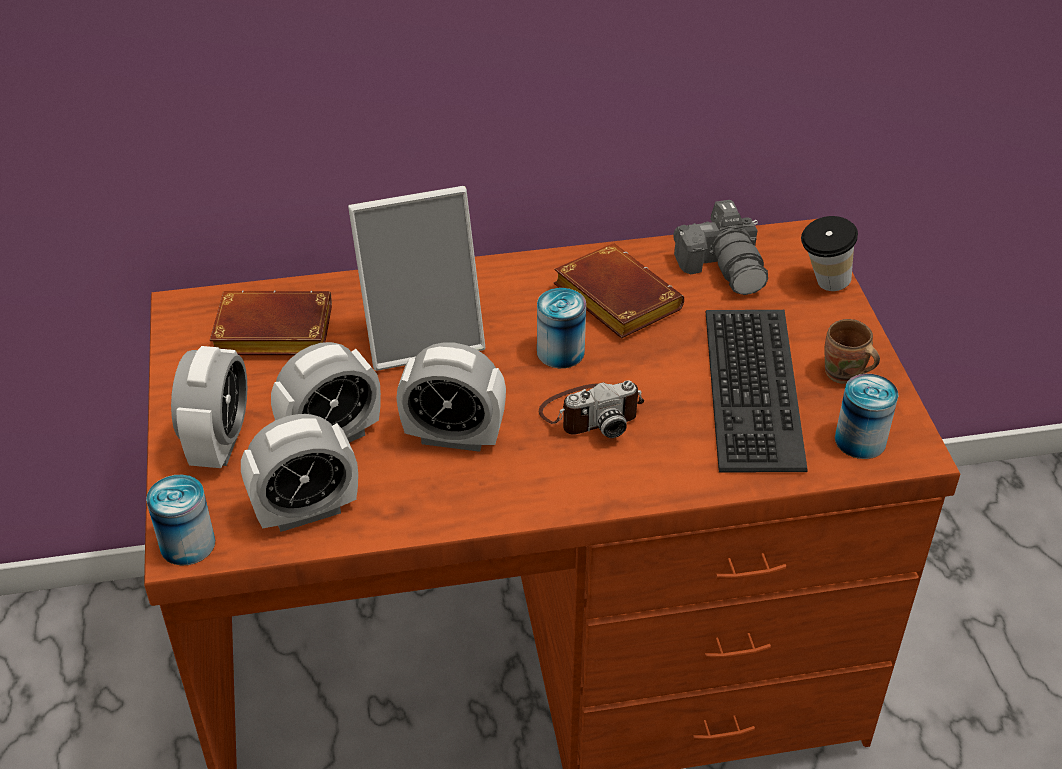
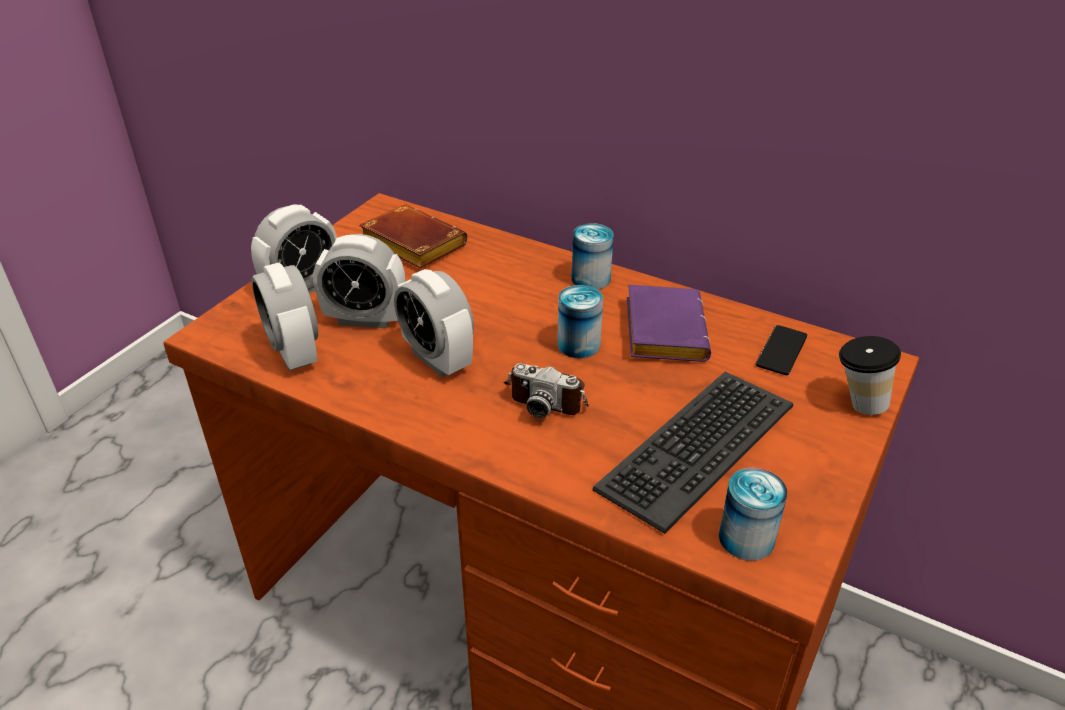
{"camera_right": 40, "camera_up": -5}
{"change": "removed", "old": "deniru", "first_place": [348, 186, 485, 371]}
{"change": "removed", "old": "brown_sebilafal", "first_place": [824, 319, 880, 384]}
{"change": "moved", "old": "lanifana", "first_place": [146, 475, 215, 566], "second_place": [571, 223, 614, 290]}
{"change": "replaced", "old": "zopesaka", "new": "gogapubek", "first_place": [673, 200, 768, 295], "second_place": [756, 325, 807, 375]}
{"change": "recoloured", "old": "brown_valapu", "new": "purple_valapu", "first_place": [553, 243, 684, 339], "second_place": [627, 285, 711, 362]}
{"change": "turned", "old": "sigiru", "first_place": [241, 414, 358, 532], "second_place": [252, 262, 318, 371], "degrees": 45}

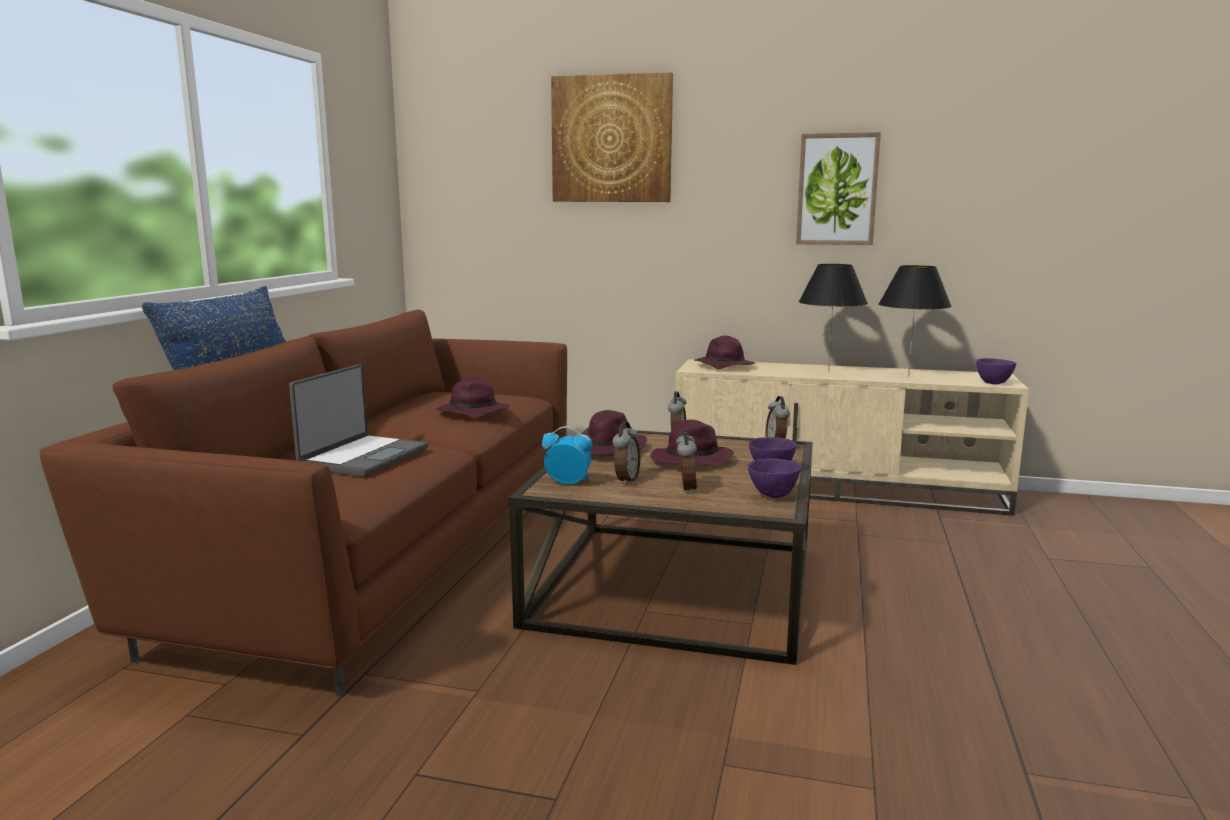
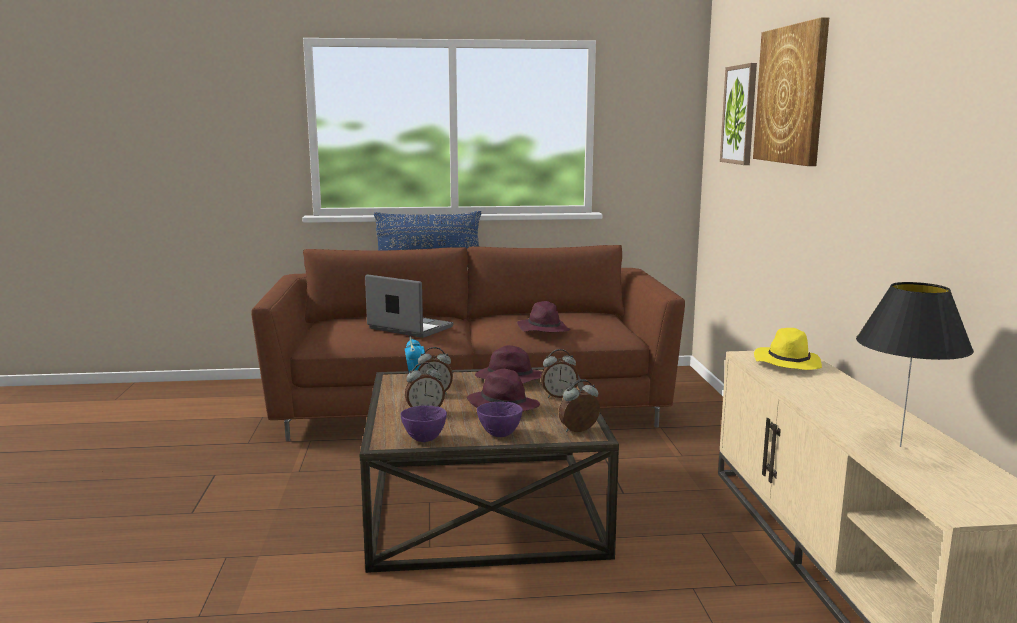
{"camera_right": 70, "camera_up": 0}
{"change": "removed", "old": "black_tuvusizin", "first_place": [799, 264, 868, 372]}
{"change": "removed", "old": "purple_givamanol", "first_place": [976, 358, 1017, 384]}
{"change": "moved", "old": "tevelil", "first_place": [796, 132, 881, 245], "second_place": [720, 63, 757, 165]}
{"change": "recoloured", "old": "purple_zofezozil", "new": "yellow_zofezozil", "first_place": [694, 336, 756, 369], "second_place": [754, 328, 822, 370]}
{"change": "turned", "old": "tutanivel", "first_place": [289, 364, 428, 477], "second_place": [365, 274, 453, 338], "degrees": -150}

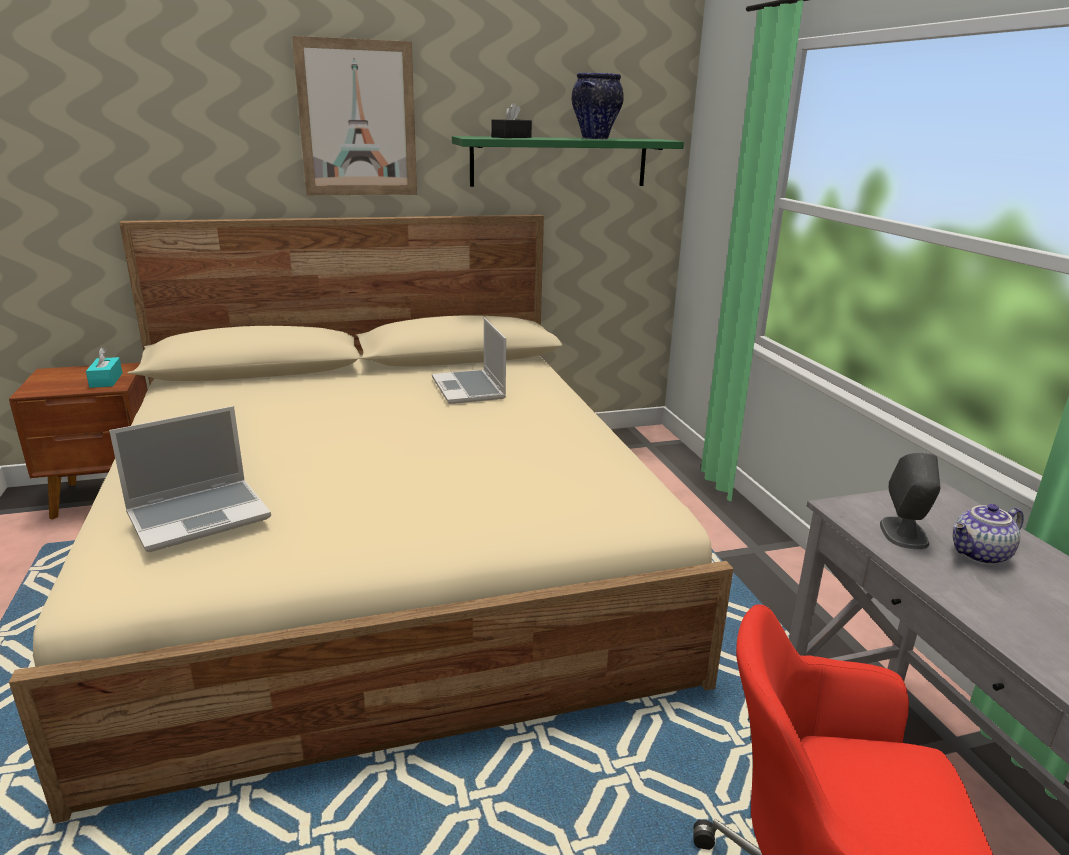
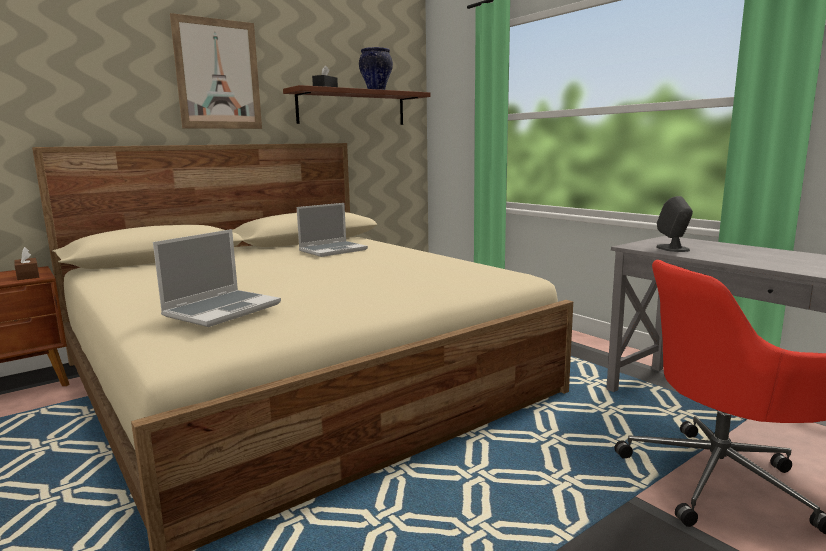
{"camera_right": -20, "camera_up": -10}
{"change": "removed", "old": "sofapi", "first_place": [953, 504, 1024, 565]}
{"change": "recoloured", "old": "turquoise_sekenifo", "new": "brown_sekenifo", "first_place": [86, 347, 122, 388], "second_place": [14, 247, 39, 280]}
{"change": "recoloured", "old": "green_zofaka", "new": "brown_zofaka", "first_place": [452, 136, 684, 187], "second_place": [283, 85, 430, 125]}
{"change": "turned", "old": "tutanivel", "first_place": [432, 318, 506, 404], "second_place": [297, 203, 368, 257], "degrees": -90}

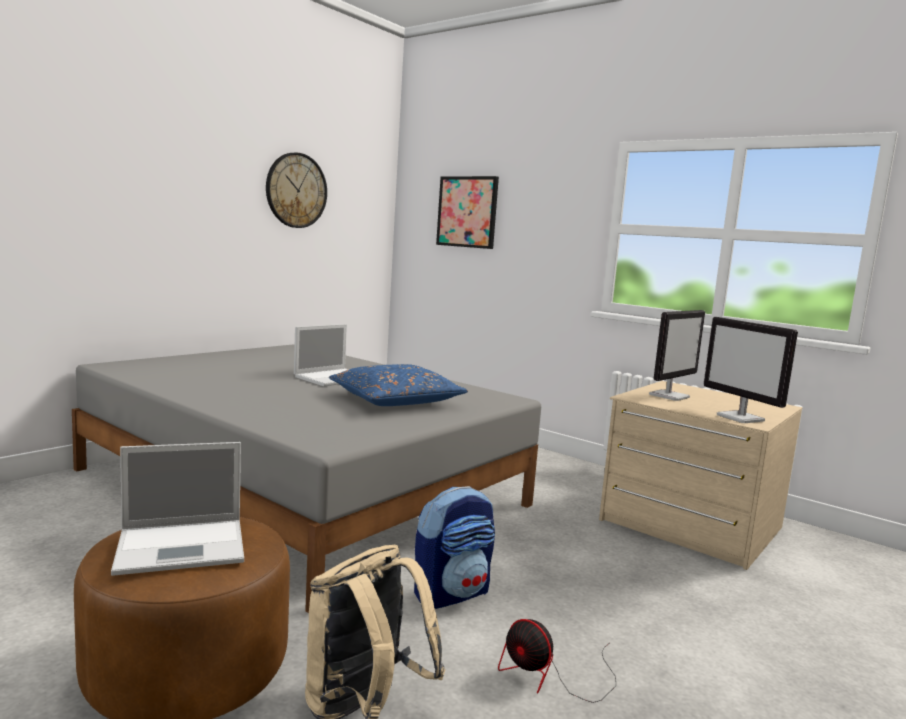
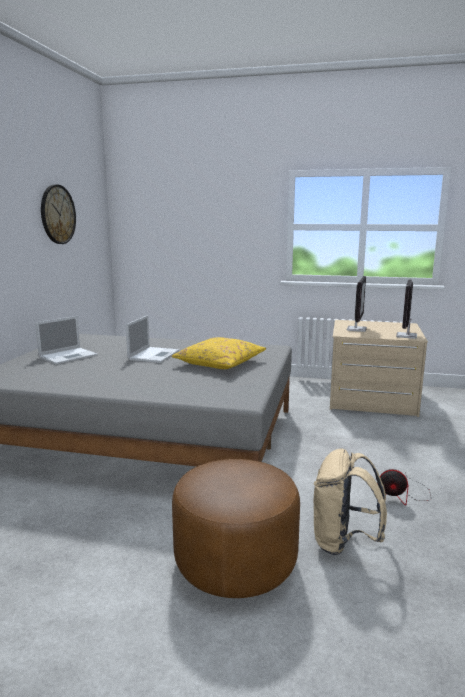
{"camera_right": -25, "camera_up": 5}
{"change": "removed", "old": "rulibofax", "first_place": [414, 486, 495, 609]}
{"change": "removed", "old": "tevelil", "first_place": [436, 176, 499, 249]}
{"change": "moved", "old": "tutanivel", "first_place": [111, 442, 244, 576], "second_place": [35, 316, 98, 365]}
{"change": "recoloured", "old": "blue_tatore", "new": "yellow_tatore", "first_place": [329, 364, 468, 406], "second_place": [172, 337, 266, 369]}
{"change": "turned", "old": "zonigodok", "first_place": [704, 317, 798, 423], "second_place": [396, 279, 417, 339], "degrees": 75}

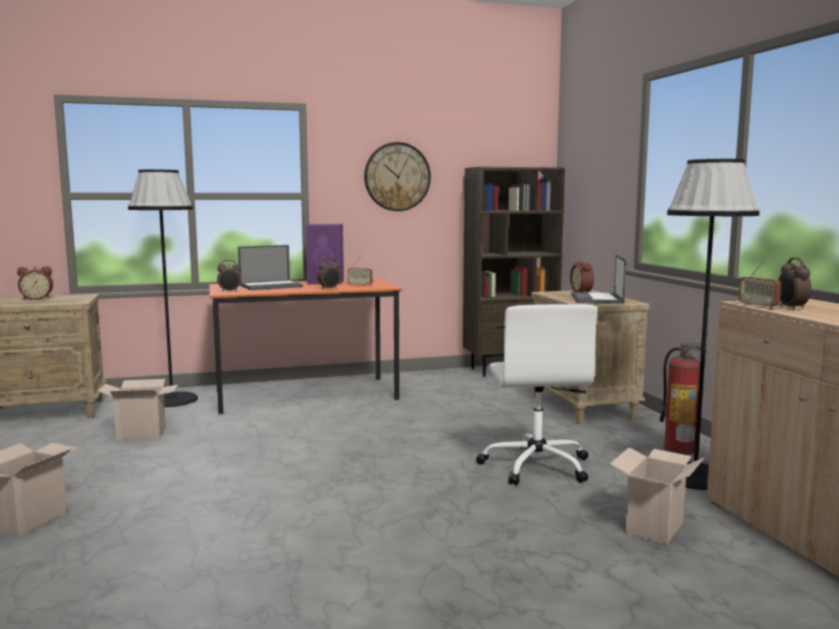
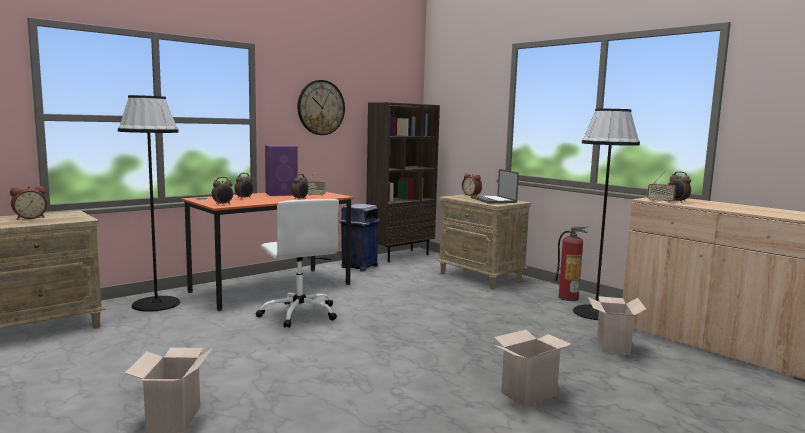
{"camera_right": -25, "camera_up": 0}
{"change": "added", "new": "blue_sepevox", "second_place": [339, 203, 380, 271]}
{"change": "moved", "old": "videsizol", "first_place": [98, 379, 178, 440], "second_place": [493, 329, 571, 407]}
{"change": "moved", "old": "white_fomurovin", "first_place": [476, 304, 597, 485], "second_place": [256, 198, 339, 328]}
{"change": "replaced", "old": "tutanivel", "new": "sigiru", "first_place": [238, 245, 303, 290], "second_place": [234, 173, 253, 198]}

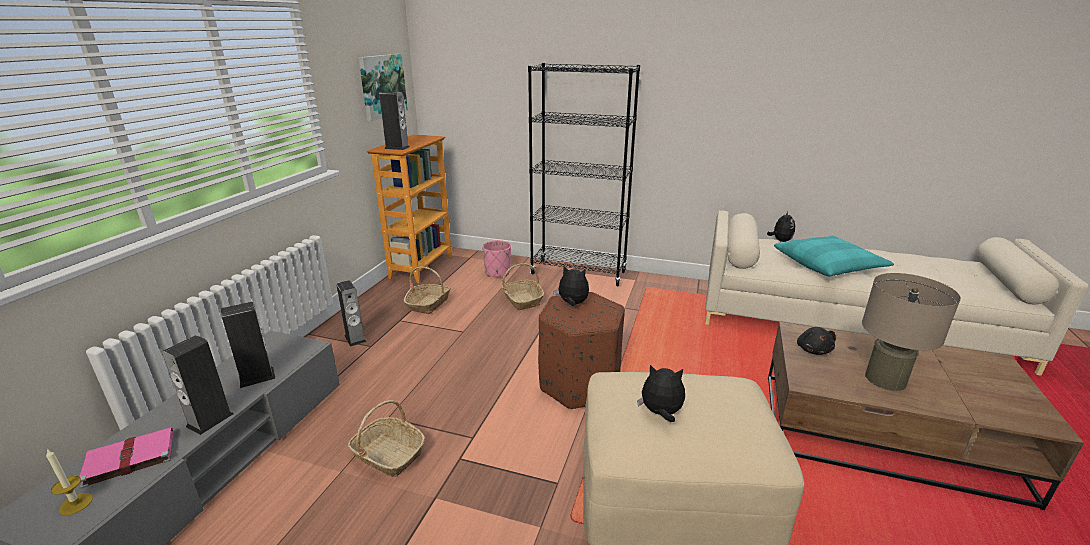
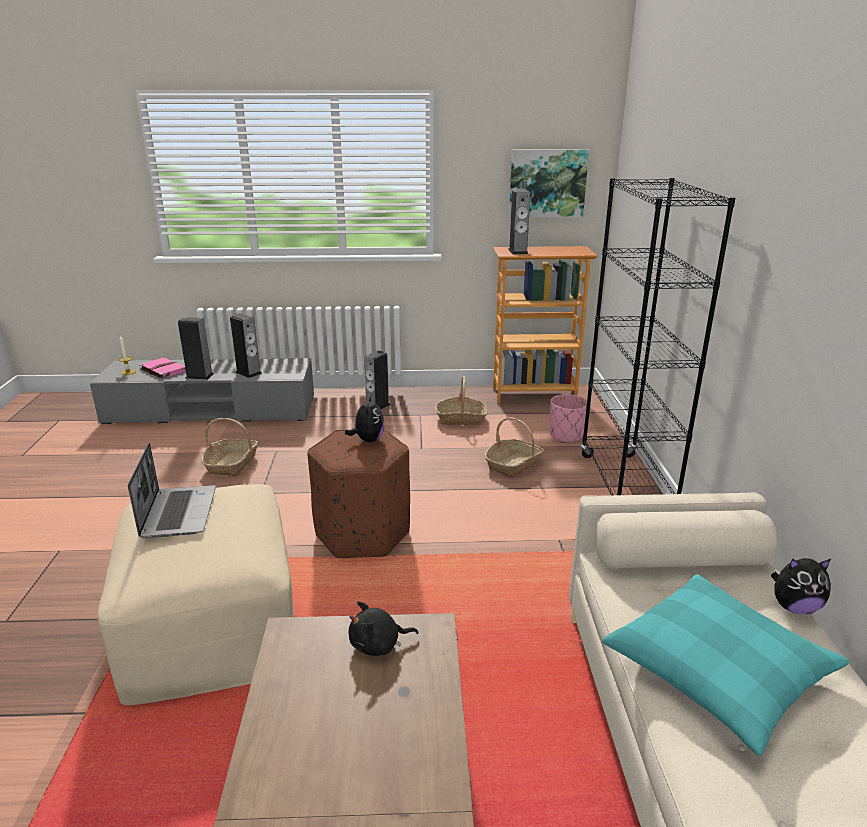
{"camera_right": 70, "camera_up": 0}
{"change": "removed", "old": "beige_tuvusizin", "first_place": [862, 273, 961, 391]}
{"change": "replaced", "old": "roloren", "new": "tutanivel", "first_place": [637, 365, 685, 422], "second_place": [128, 443, 216, 538]}

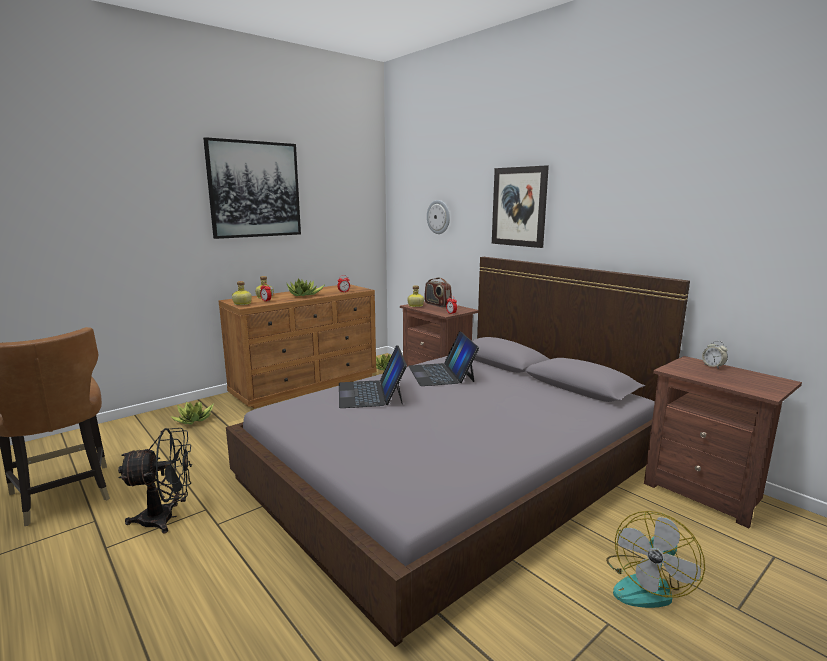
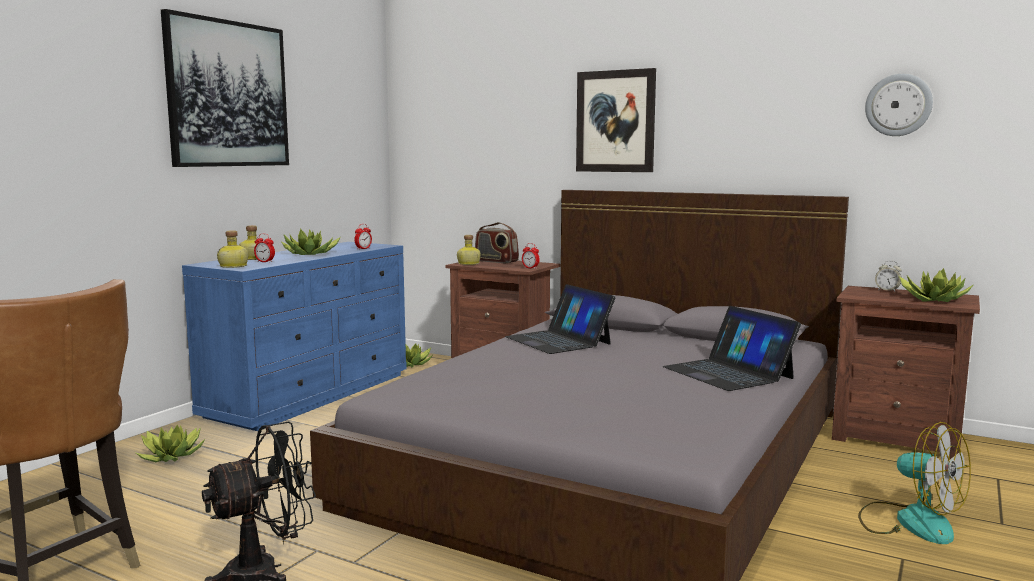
{"camera_right": -20, "camera_up": -5}
{"change": "added", "new": "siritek", "second_place": [899, 268, 974, 302]}
{"change": "moved", "old": "tutanivel", "first_place": [339, 345, 407, 408], "second_place": [663, 306, 801, 391]}
{"change": "moved", "old": "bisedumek", "first_place": [427, 200, 450, 234], "second_place": [865, 74, 933, 136]}
{"change": "recoloured", "old": "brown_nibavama", "new": "blue_nibavama", "first_place": [219, 284, 377, 408], "second_place": [182, 242, 407, 431]}
{"change": "turned", "old": "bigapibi", "first_place": [606, 511, 705, 608], "second_place": [858, 422, 971, 544], "degrees": -60}

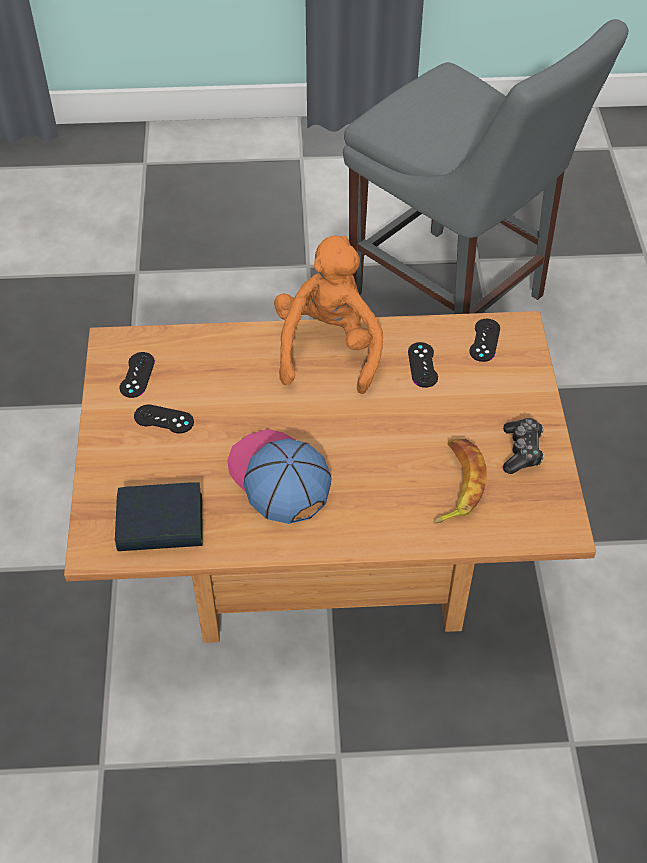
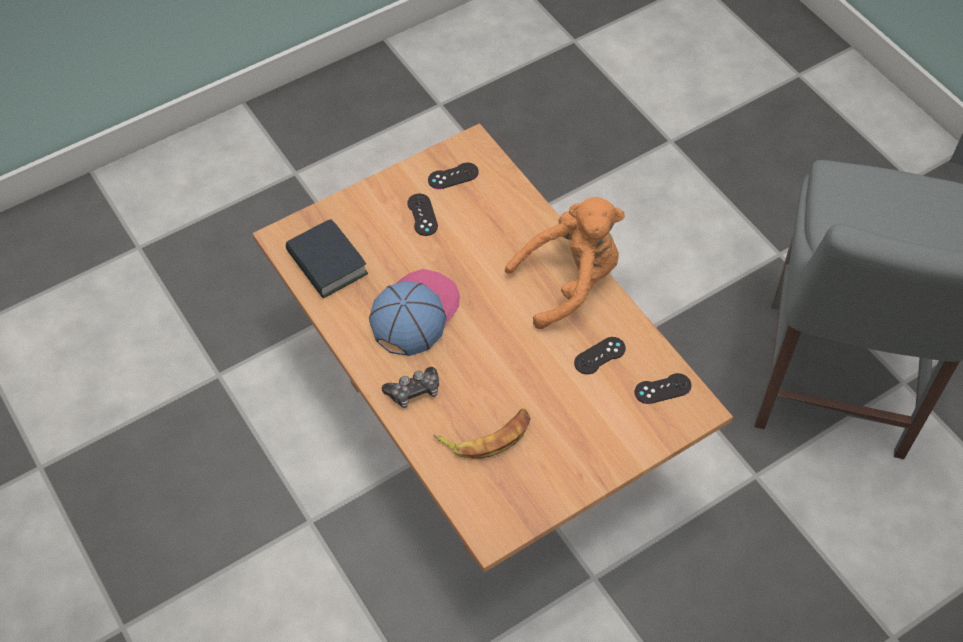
{"camera_right": 60, "camera_up": 5}
{"change": "moved", "old": "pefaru", "first_place": [503, 418, 544, 474], "second_place": [382, 367, 439, 408]}

